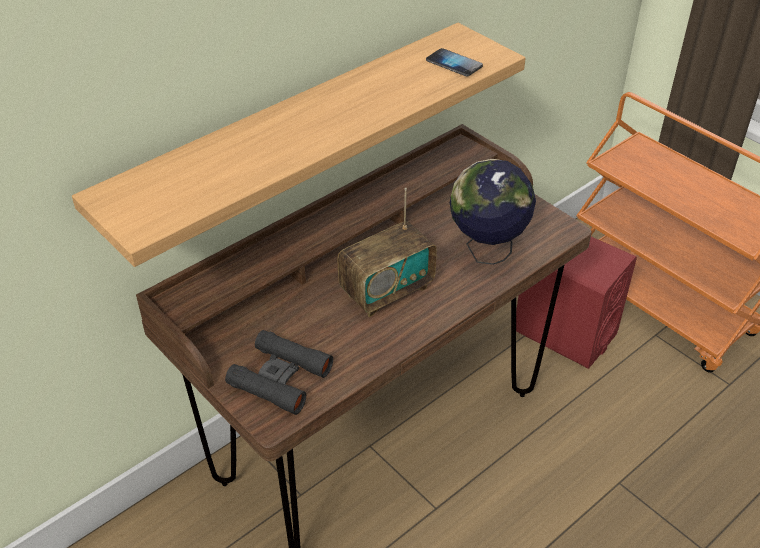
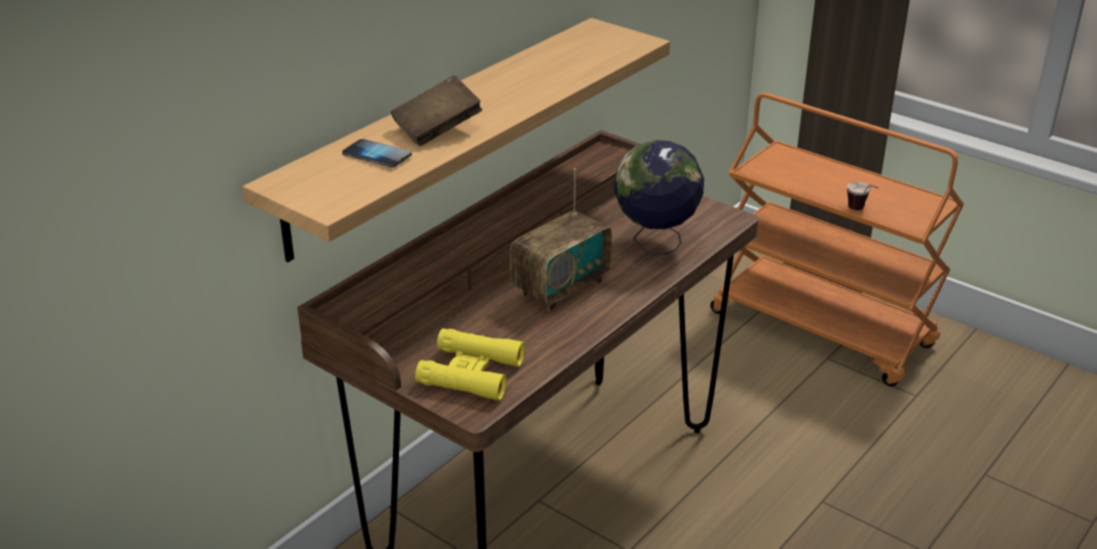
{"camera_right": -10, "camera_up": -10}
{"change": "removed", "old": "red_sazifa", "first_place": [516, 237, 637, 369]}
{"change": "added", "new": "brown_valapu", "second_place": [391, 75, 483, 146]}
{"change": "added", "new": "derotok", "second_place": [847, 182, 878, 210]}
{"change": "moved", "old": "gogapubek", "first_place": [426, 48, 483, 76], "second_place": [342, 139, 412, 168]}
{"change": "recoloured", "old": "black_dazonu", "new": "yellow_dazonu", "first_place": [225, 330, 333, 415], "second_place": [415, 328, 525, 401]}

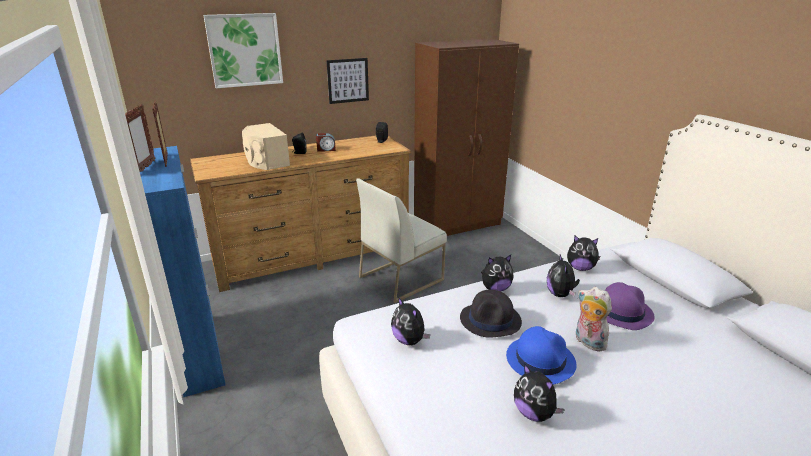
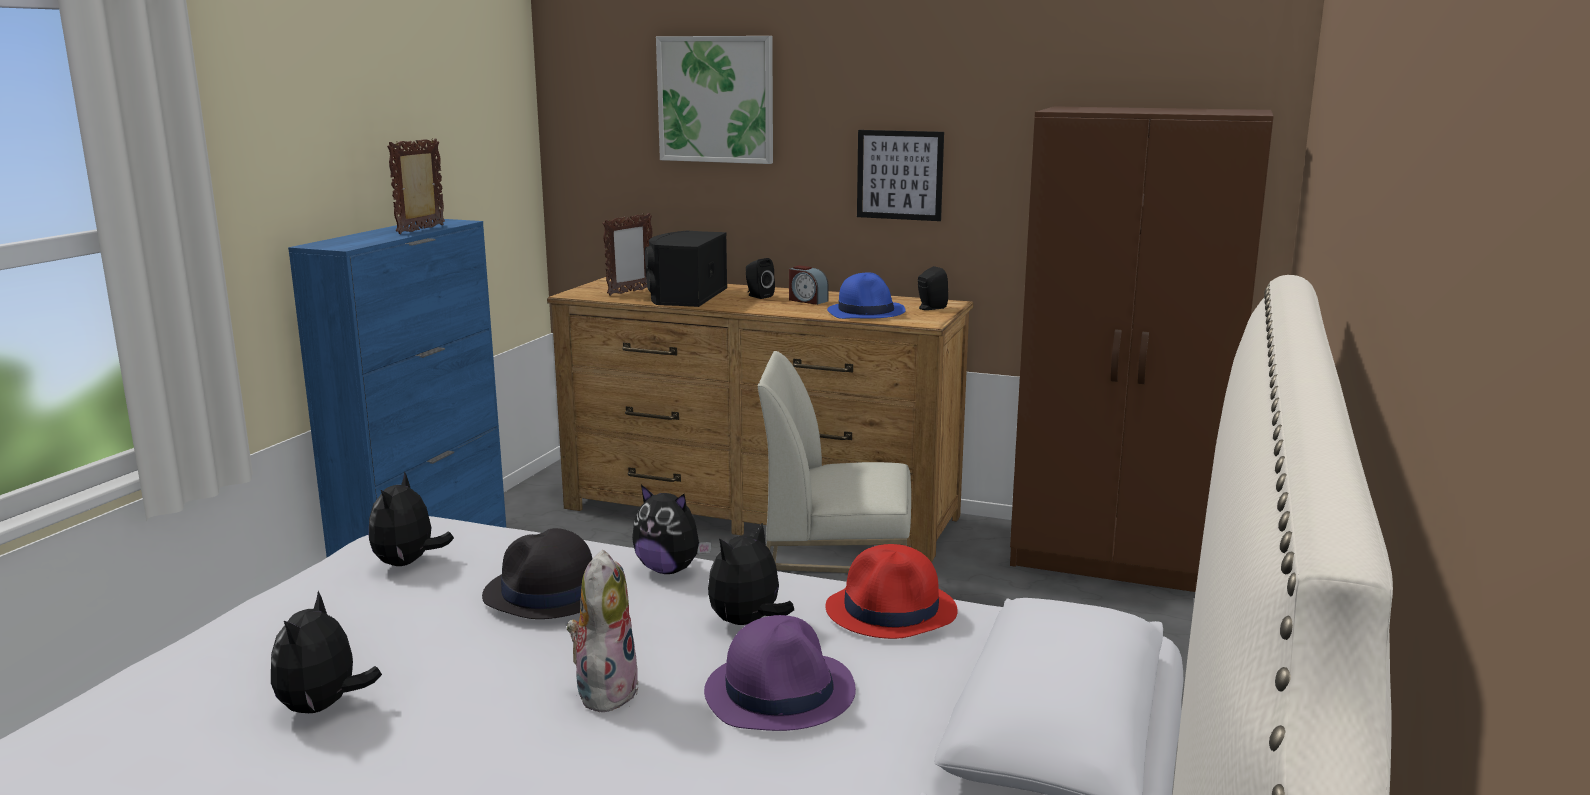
{"camera_right": 45, "camera_up": -10}
{"change": "moved", "old": "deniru", "first_place": [125, 104, 155, 172], "second_place": [603, 213, 652, 296]}
{"change": "moved", "old": "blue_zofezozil", "first_place": [506, 326, 577, 385], "second_place": [827, 273, 906, 319]}
{"change": "replaced", "old": "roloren", "new": "red_zofezozil", "first_place": [567, 235, 601, 271], "second_place": [825, 544, 958, 639]}
{"change": "recoloured", "old": "beige_sazifa", "new": "black_sazifa", "first_place": [242, 123, 290, 170], "second_place": [645, 231, 727, 307]}

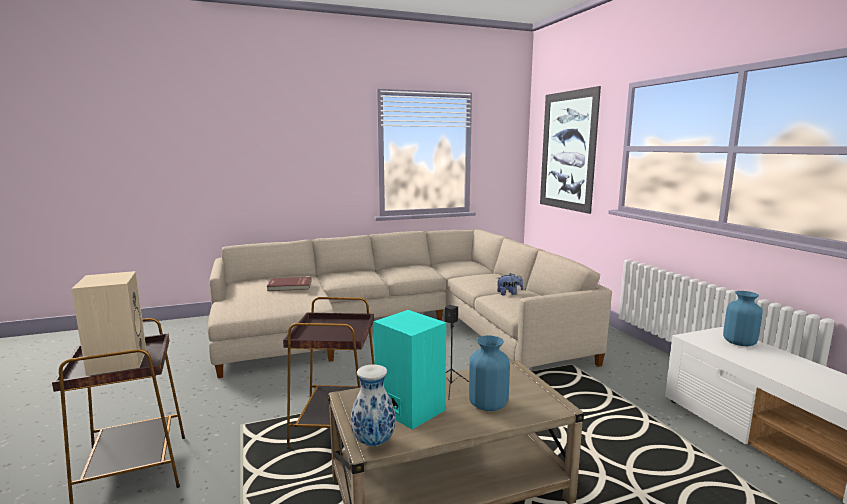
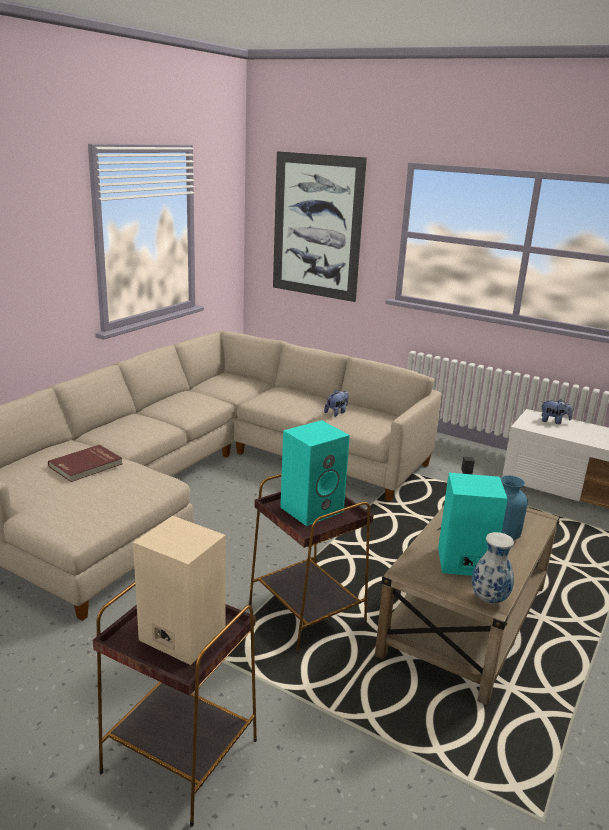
{"camera_right": -40, "camera_up": 10}
{"change": "added", "new": "turquoise_sazifa", "second_place": [280, 420, 350, 526]}
{"change": "replaced", "old": "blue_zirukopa", "new": "roloren", "first_place": [723, 291, 763, 346], "second_place": [541, 399, 572, 424]}

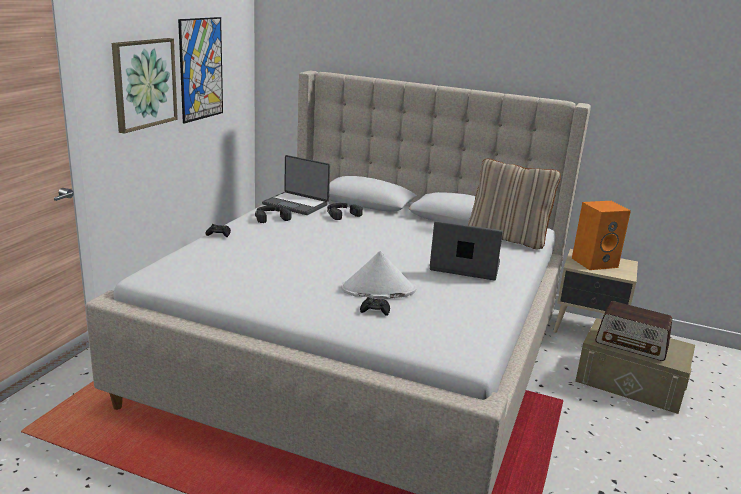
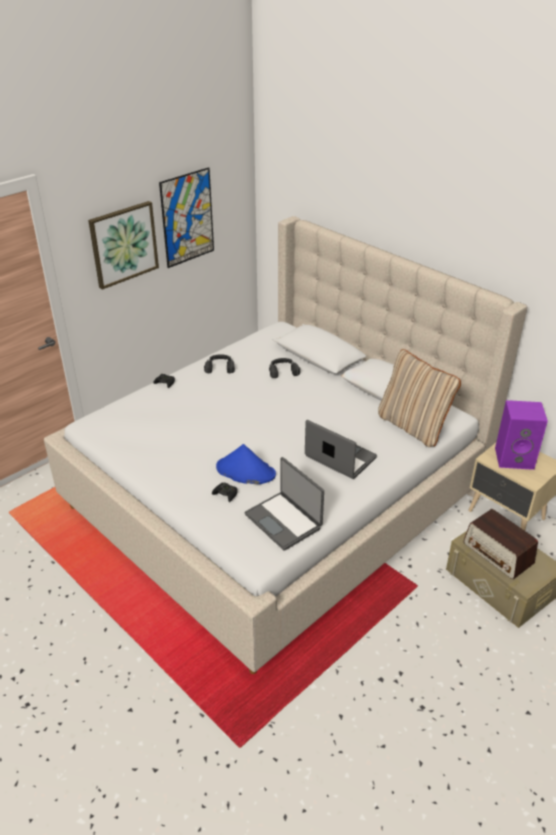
{"camera_right": 25, "camera_up": 15}
{"change": "moved", "old": "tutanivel", "first_place": [262, 155, 330, 215], "second_place": [244, 457, 324, 551]}
{"change": "recoloured", "old": "white_zofezozil", "new": "blue_zofezozil", "first_place": [341, 251, 416, 299], "second_place": [216, 444, 276, 484]}
{"change": "recoloured", "old": "orange_sazifa", "new": "purple_sazifa", "first_place": [572, 201, 631, 270], "second_place": [495, 400, 548, 470]}

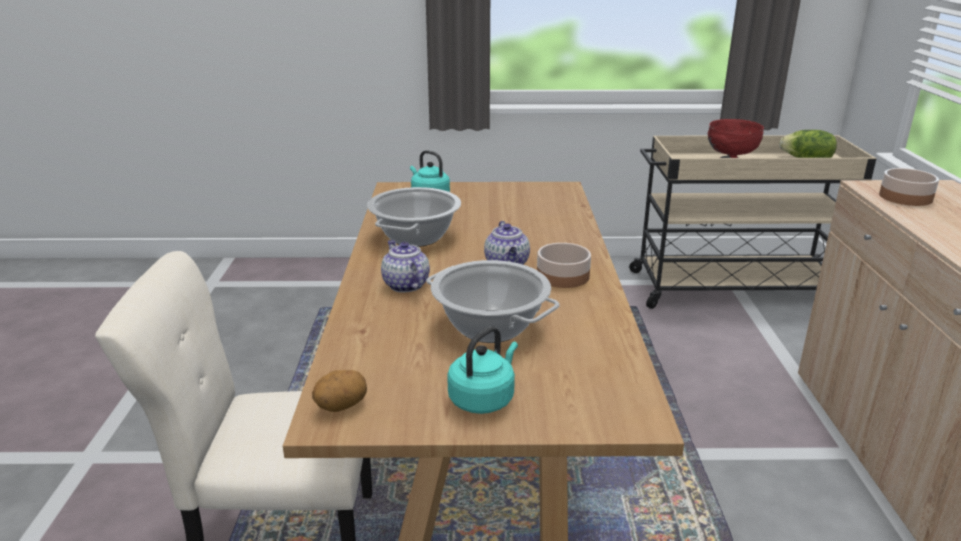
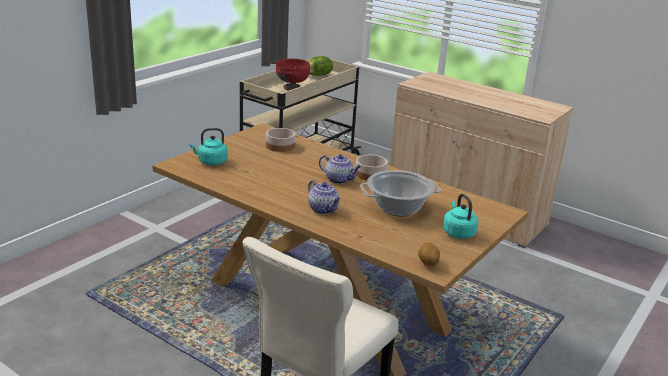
{"camera_right": -55, "camera_up": 0}
{"change": "removed", "old": "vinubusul", "first_place": [367, 187, 461, 247]}
{"change": "moved", "old": "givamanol", "first_place": [879, 168, 939, 206], "second_place": [266, 128, 295, 152]}
{"change": "turned", "old": "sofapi", "first_place": [381, 240, 430, 292], "second_place": [308, 180, 341, 214], "degrees": -135}

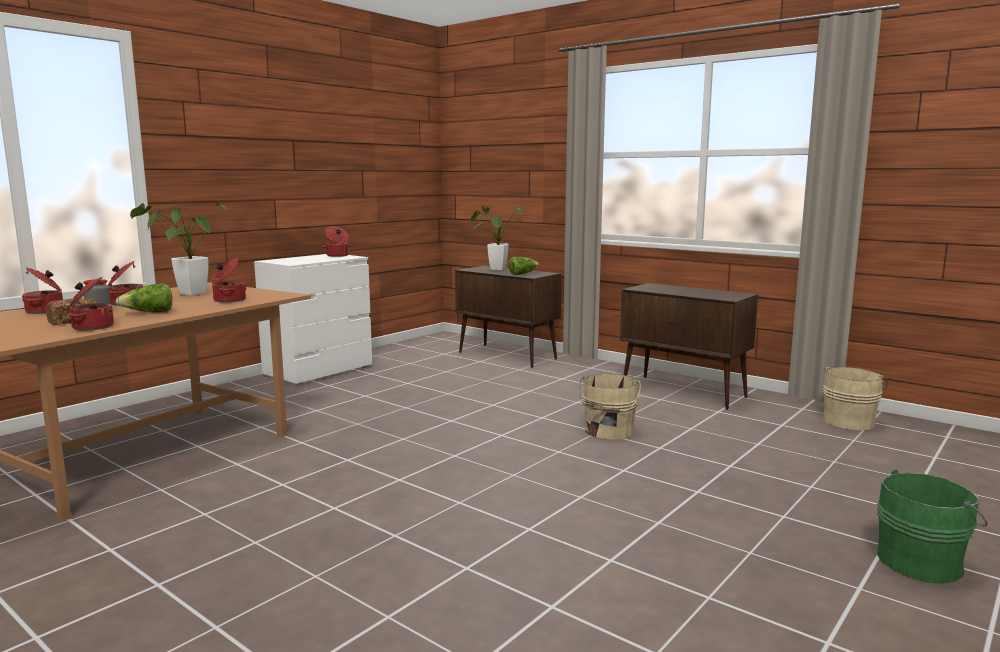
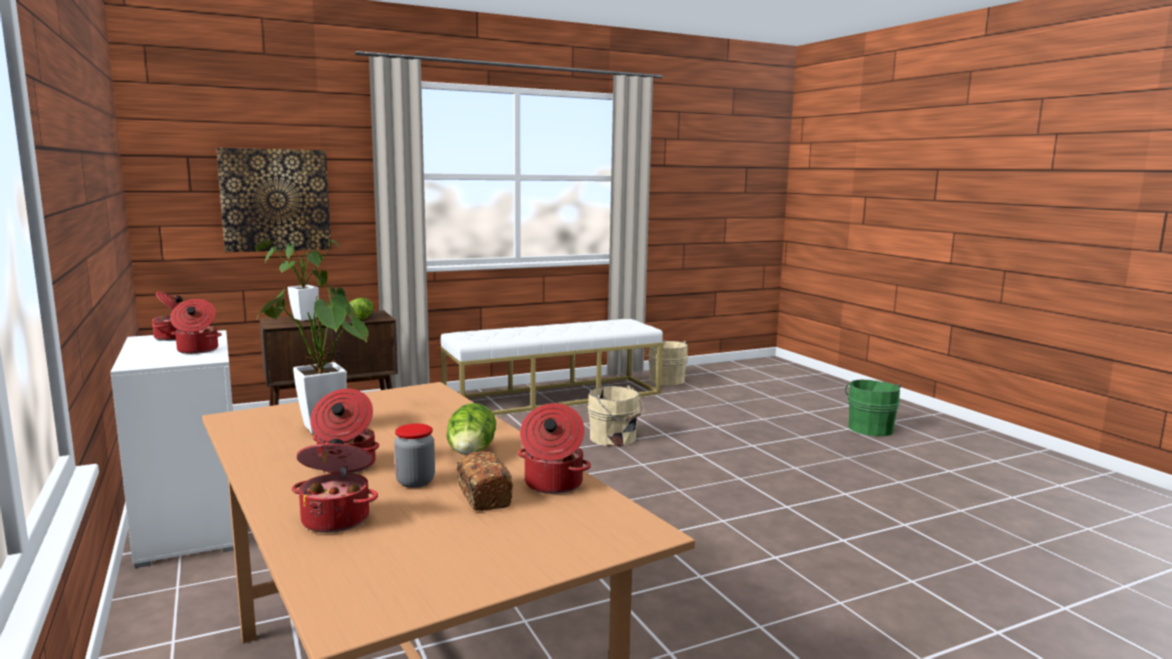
{"camera_right": -65, "camera_up": 0}
{"change": "added", "new": "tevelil", "second_place": [216, 148, 331, 252]}
{"change": "moved", "old": "vinubusul", "first_place": [211, 259, 247, 303], "second_place": [170, 299, 222, 354]}
{"change": "replaced", "old": "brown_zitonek", "new": "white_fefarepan", "first_place": [620, 283, 758, 410], "second_place": [441, 319, 663, 416]}

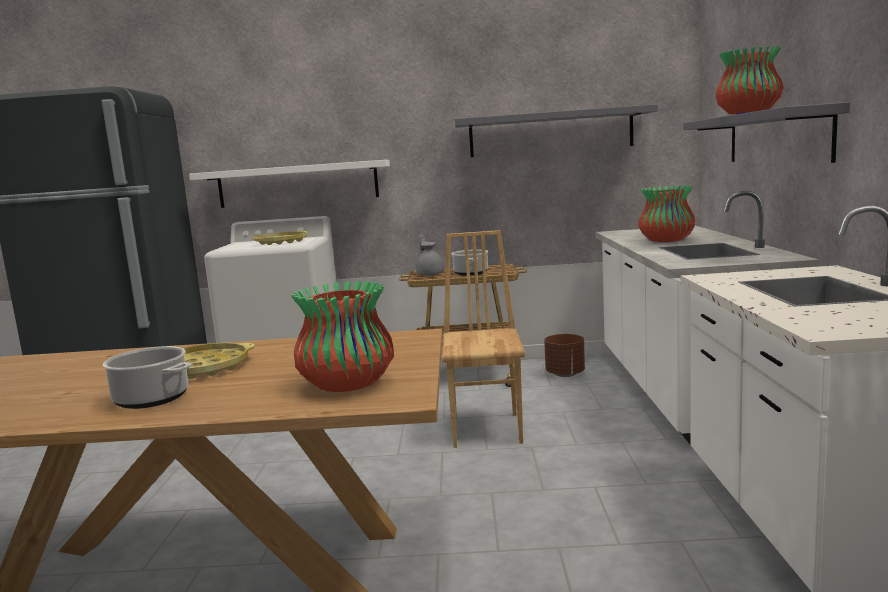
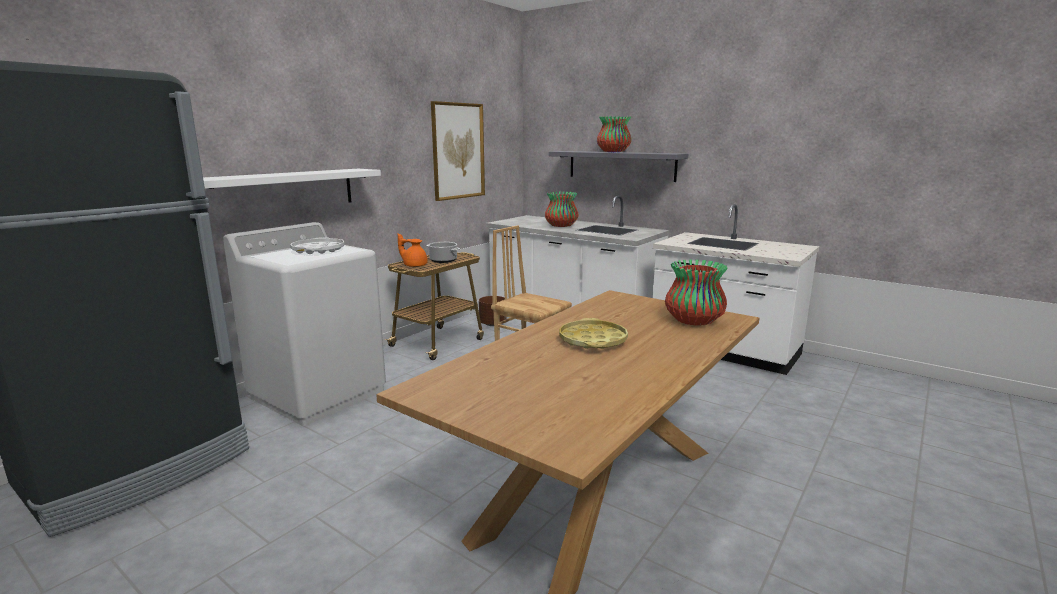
{"camera_right": -55, "camera_up": 5}
{"change": "removed", "old": "vinubusul", "first_place": [103, 346, 191, 409]}
{"change": "replaced", "old": "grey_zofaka", "new": "tevelil", "first_place": [455, 104, 658, 157], "second_place": [431, 101, 485, 201]}
{"change": "recoloured", "old": "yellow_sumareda", "new": "white_sumareda", "first_place": [252, 231, 308, 245], "second_place": [290, 237, 345, 254]}
{"change": "recoloured", "old": "grey_sofapi", "new": "orange_sofapi", "first_place": [416, 234, 445, 276], "second_place": [398, 233, 428, 267]}

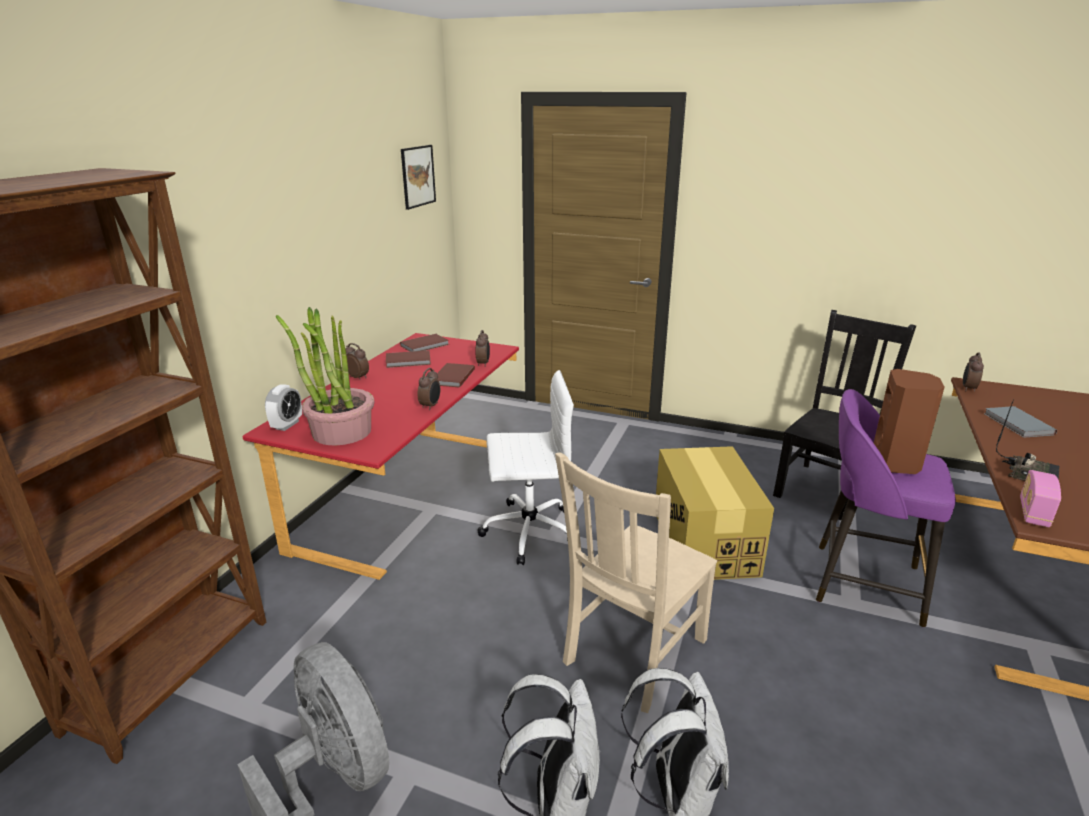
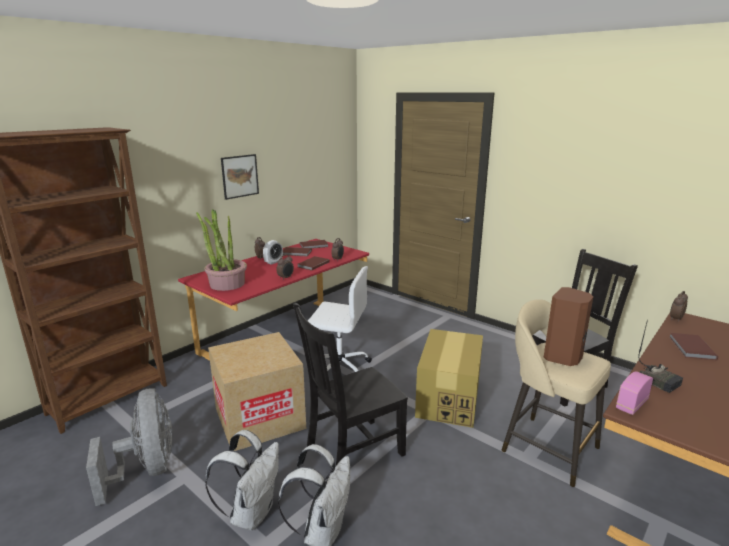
{"camera_right": 20, "camera_up": -5}
{"change": "added", "new": "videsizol", "second_place": [208, 332, 306, 451]}
{"change": "moved", "old": "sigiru", "first_place": [265, 384, 302, 431], "second_place": [263, 240, 283, 265]}
{"change": "moved", "old": "tevelil", "first_place": [401, 145, 436, 210], "second_place": [221, 154, 259, 200]}
{"change": "recoloured", "old": "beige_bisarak", "new": "black_bisarak", "first_place": [555, 453, 717, 713], "second_place": [293, 303, 408, 465]}
{"change": "recoloured", "old": "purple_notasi", "new": "beige_notasi", "first_place": [816, 389, 956, 627], "second_place": [502, 299, 611, 487]}
{"change": "recoloured", "old": "grey_valapu", "new": "brown_valapu", "first_place": [984, 406, 1057, 438], "second_place": [669, 333, 718, 360]}

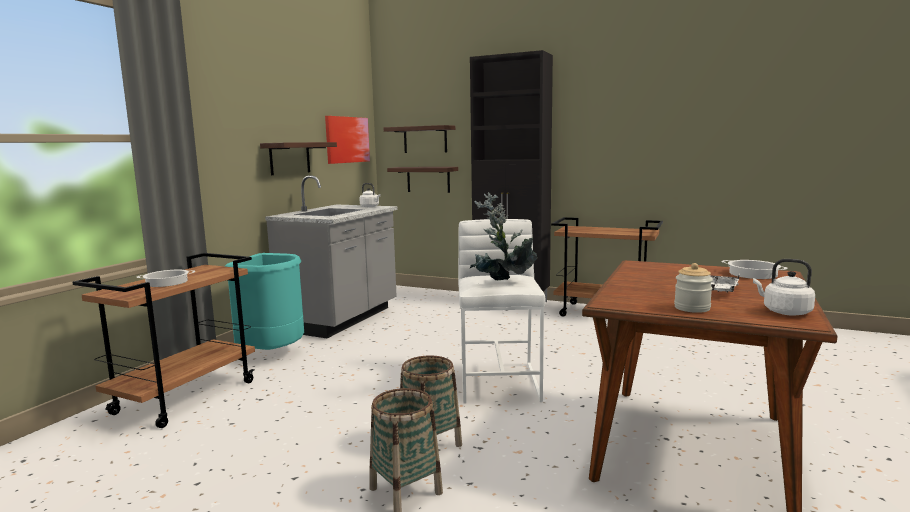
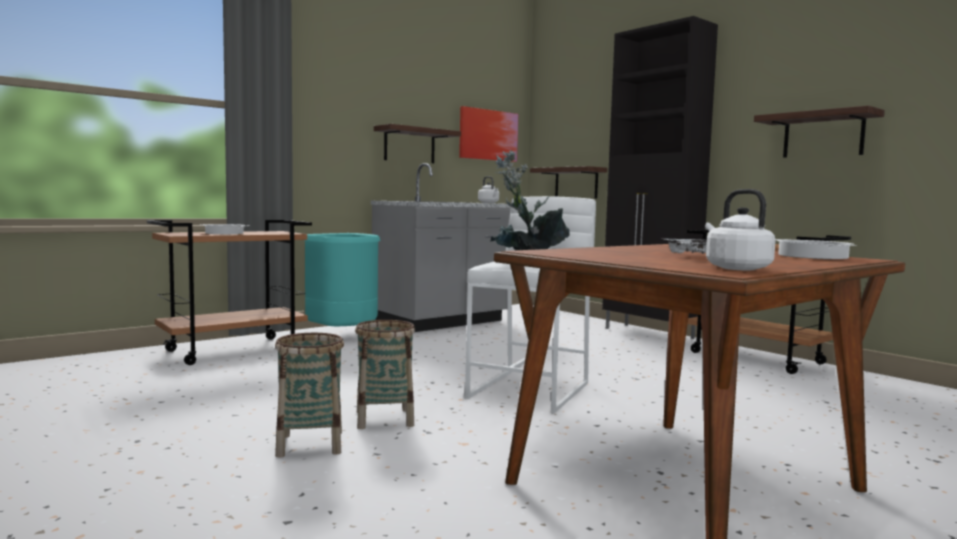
{"camera_right": 25, "camera_up": -5}
{"change": "removed", "old": "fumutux", "first_place": [674, 263, 713, 313]}
{"change": "moved", "old": "zofaka", "first_place": [384, 125, 455, 153], "second_place": [754, 105, 885, 158]}

